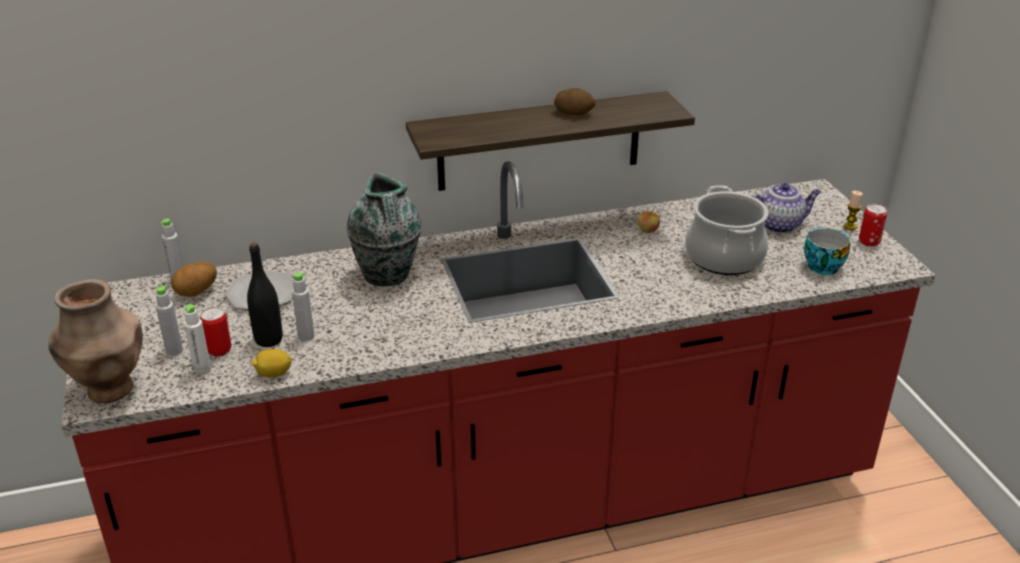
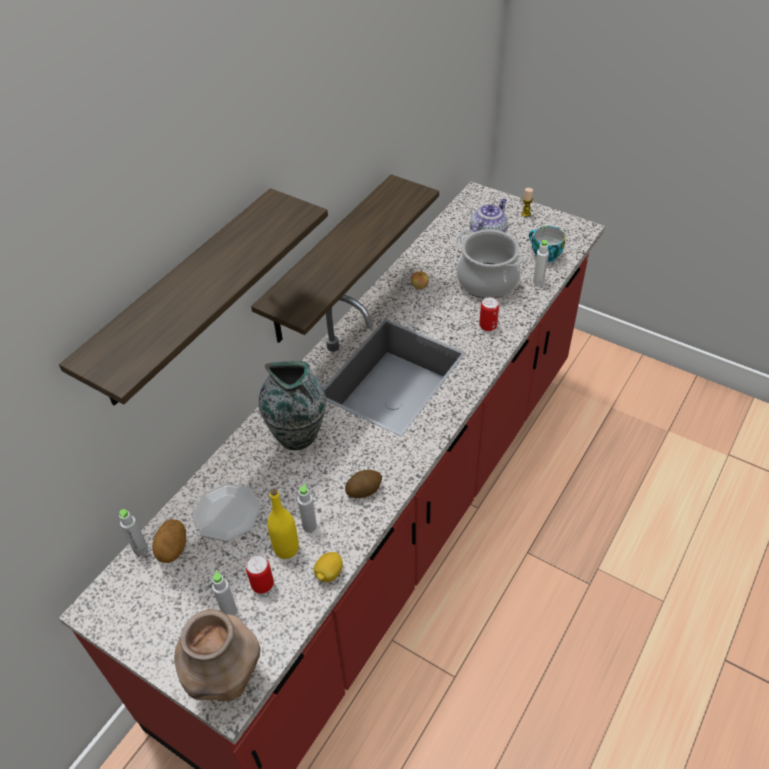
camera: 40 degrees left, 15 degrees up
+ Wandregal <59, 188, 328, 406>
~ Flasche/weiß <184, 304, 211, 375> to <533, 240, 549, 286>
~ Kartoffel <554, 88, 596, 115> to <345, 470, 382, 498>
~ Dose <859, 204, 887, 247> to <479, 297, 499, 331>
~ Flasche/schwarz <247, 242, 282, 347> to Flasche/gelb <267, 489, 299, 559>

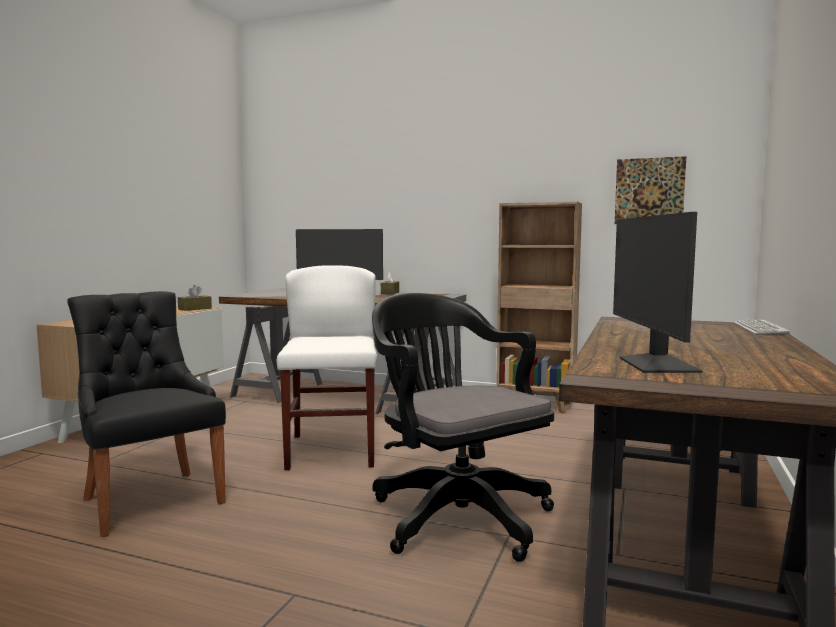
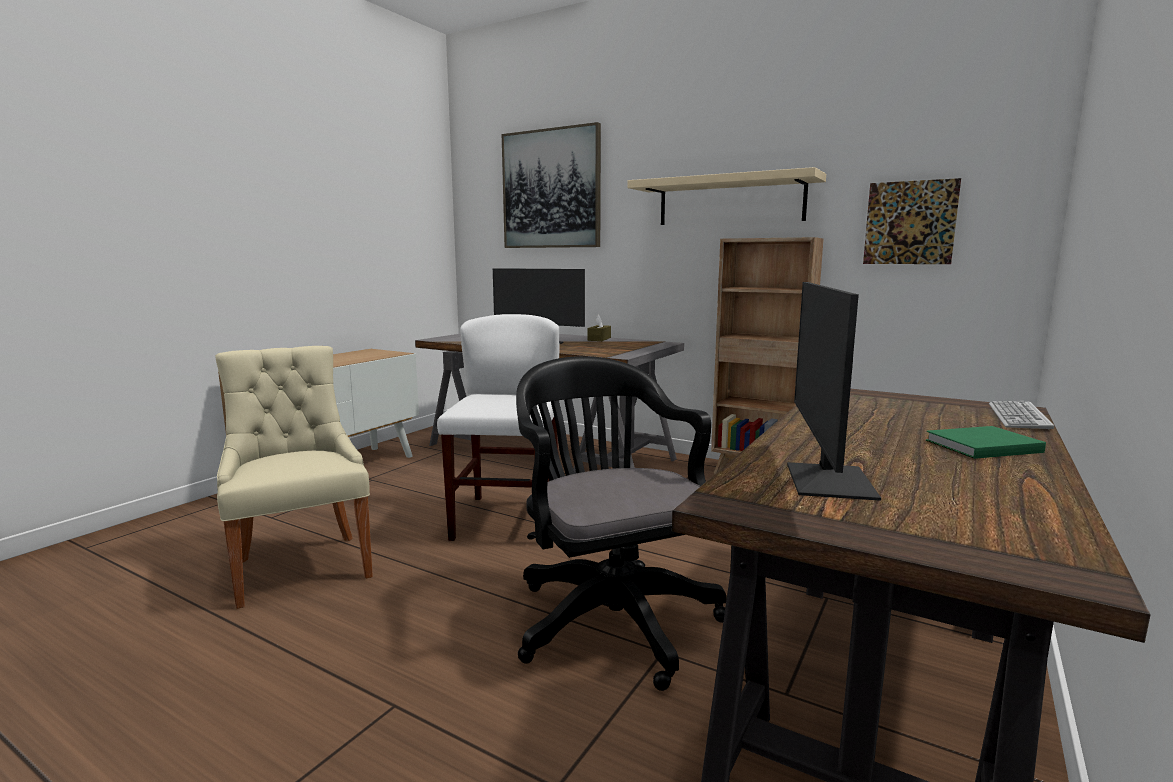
camera: 10 degrees right, 5 degrees up
- Taschentuchbox/braun <178, 285, 212, 311>
+ Bild <502, 122, 601, 248>
+ Wandregal/beige <627, 167, 826, 225>
+ Buch/grün <926, 426, 1046, 459>
~ Stuhl/schwarz <67, 291, 226, 537> to Stuhl/beige <215, 346, 373, 609>

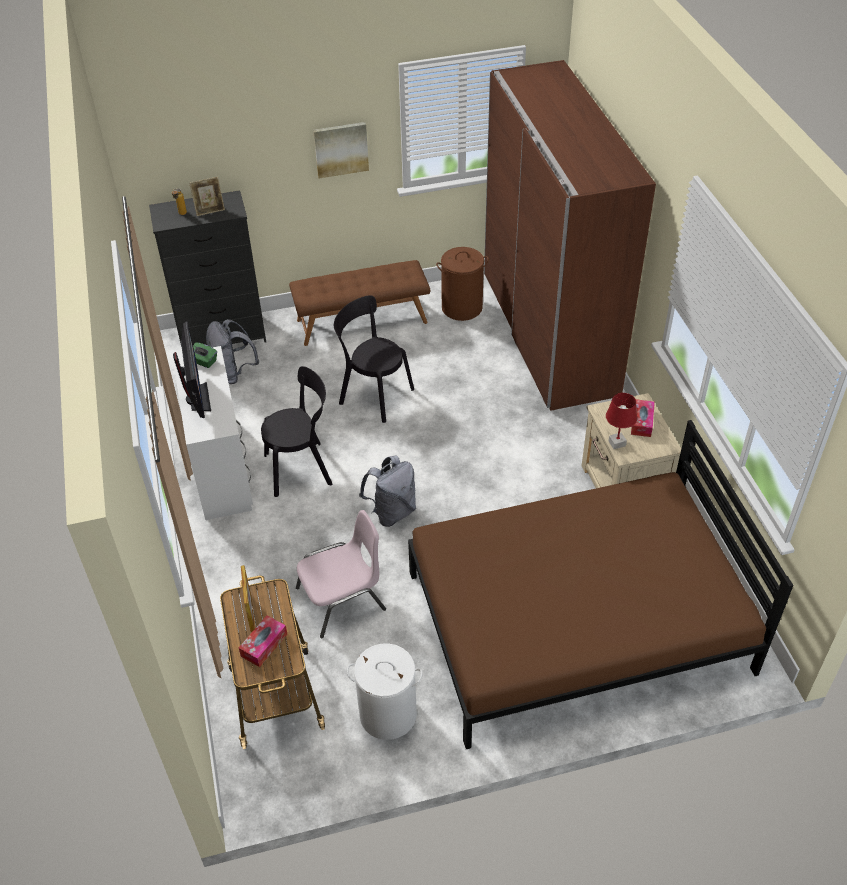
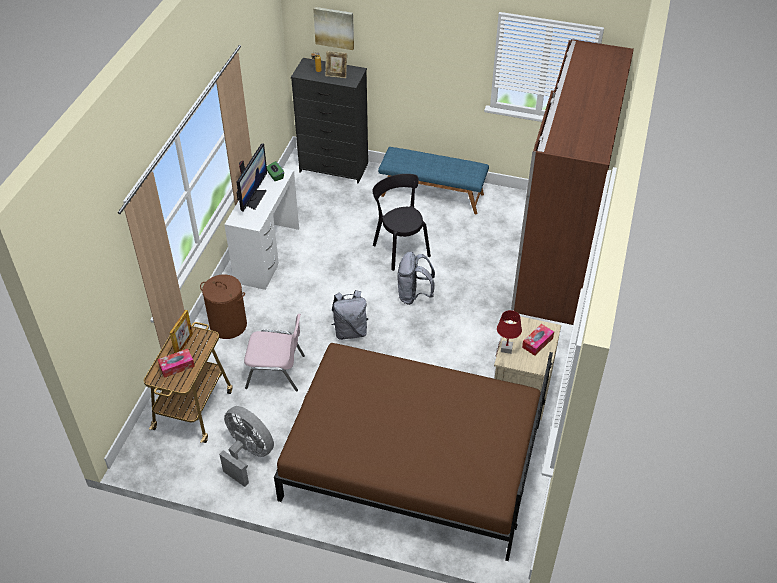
camera: 30 degrees right, 0 degrees up
- Stuhl/schwarz <261, 366, 333, 497>
~ Rucksack/grau <206, 319, 259, 384> to <397, 251, 435, 305>
~ Bild <313, 122, 369, 178> to <313, 7, 354, 50>
~ Wäschekorb/braun <436, 247, 489, 321> to <200, 274, 247, 339>
~ Wäschekorb/weiß <347, 643, 422, 740> to Ventilator/grau <219, 406, 274, 487>
~ Bank/braun <289, 260, 430, 346> to Bank/blau <378, 147, 489, 215>

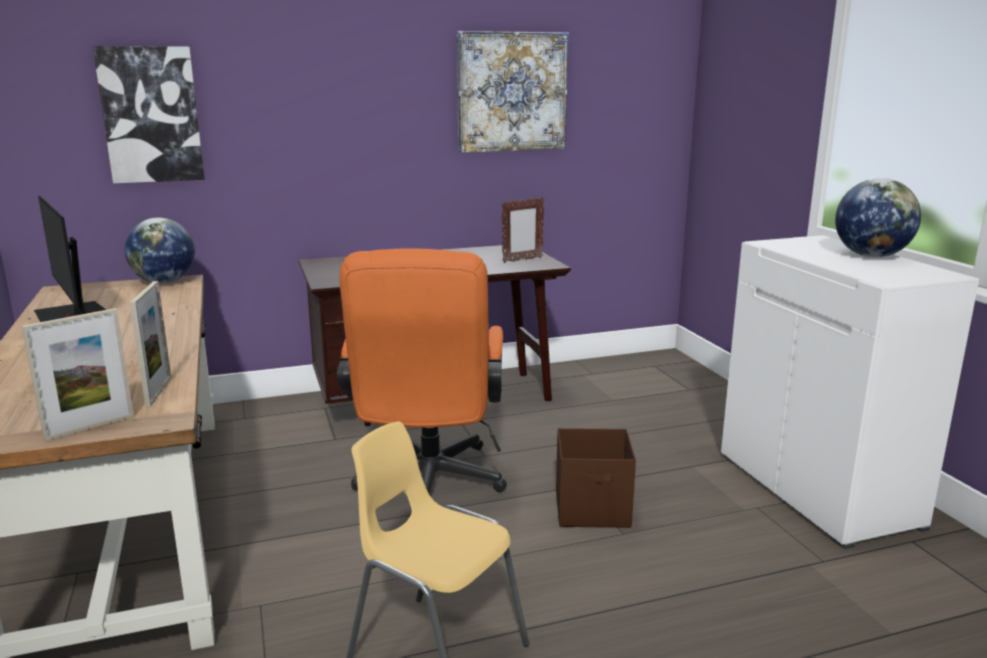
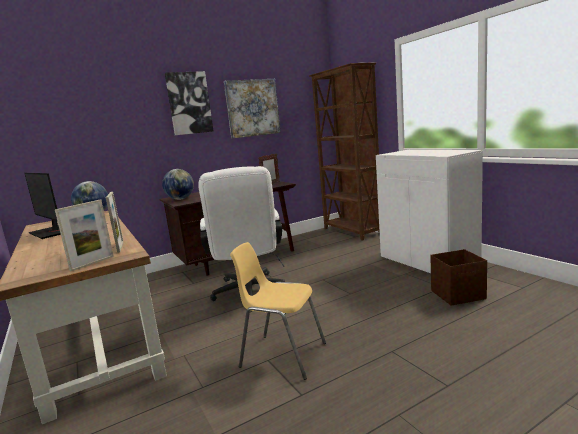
camera: 10 degrees left, 5 degrees down
+ Bücherregal/braun <309, 62, 380, 241>
~ Bild <93, 46, 205, 183> to <165, 71, 214, 135>
~ Aufbewahrungsbox/braun <556, 428, 636, 528> to <430, 249, 487, 305>
~ Globus <835, 178, 921, 257> to <162, 169, 194, 200>
~ Bürostuhl/orange <337, 248, 507, 495> to Bürostuhl/weiß <198, 166, 285, 301>

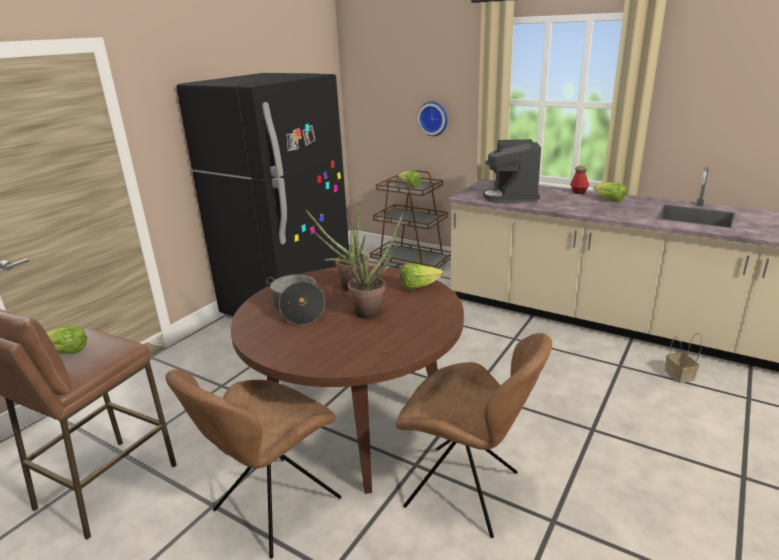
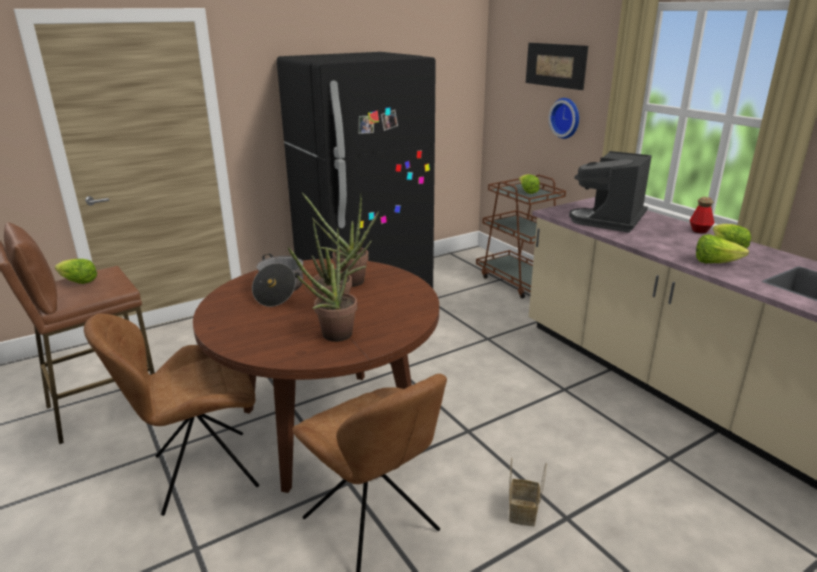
camera: 25 degrees right, 0 degrees up
+ Topfpflanze <288, 228, 357, 342>
+ Bild <526, 43, 588, 90>
~ Salatkopf <400, 263, 443, 290> to <696, 234, 749, 263>
~ Korb <665, 333, 702, 383> to <509, 458, 547, 526>

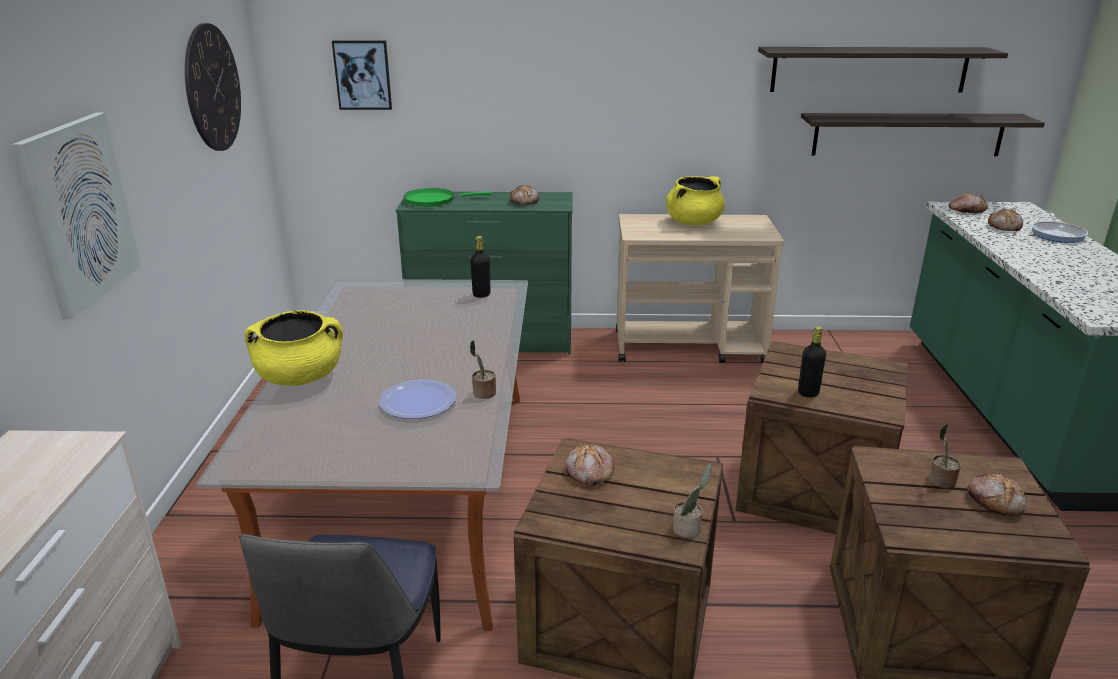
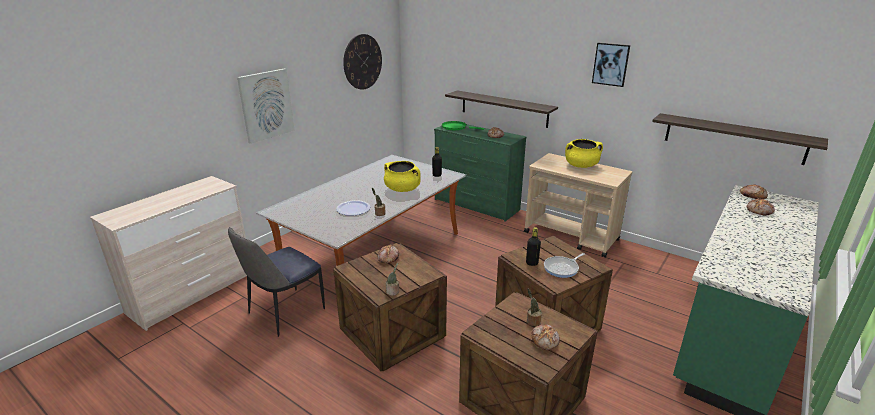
camera: 35 degrees right, 0 degrees up
~ Kochtopf/gelb <245, 310, 343, 386> to <384, 161, 421, 192>
~ Bild <332, 41, 392, 110> to <592, 43, 630, 87>
~ Wandregal <758, 47, 1008, 93> to <445, 90, 558, 128>
~ Pfanne <1032, 213, 1088, 243> to <544, 253, 585, 278>

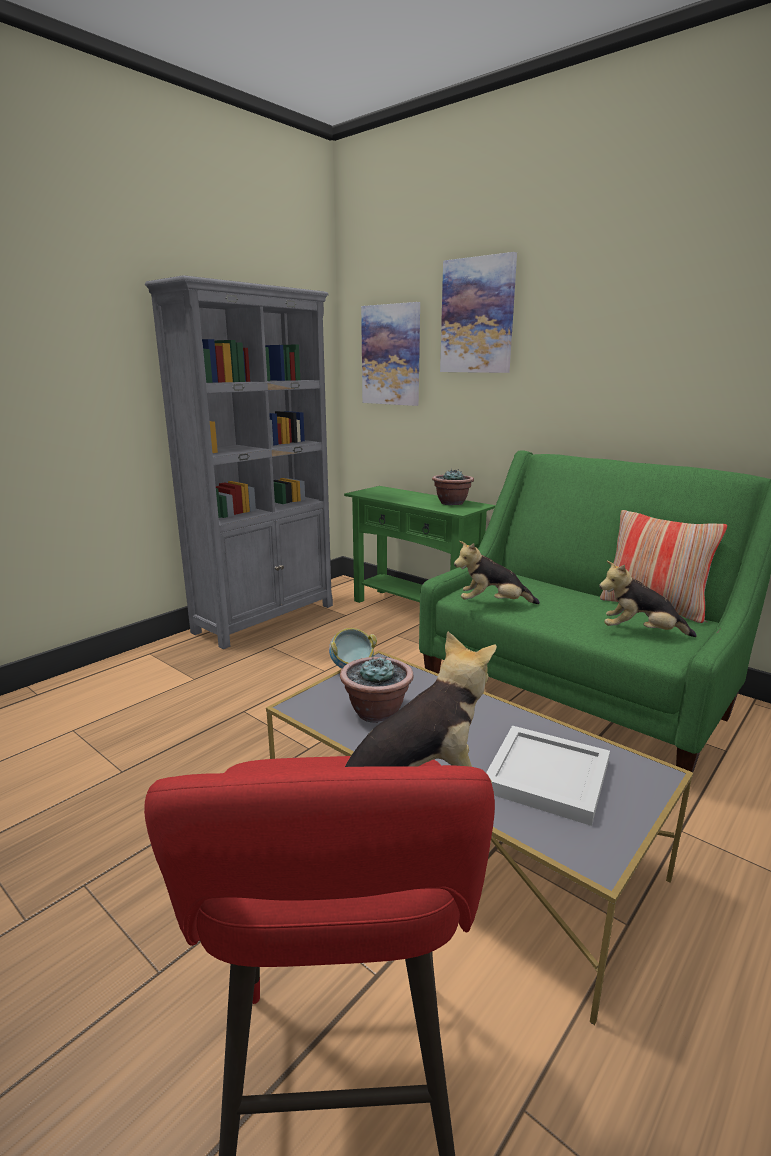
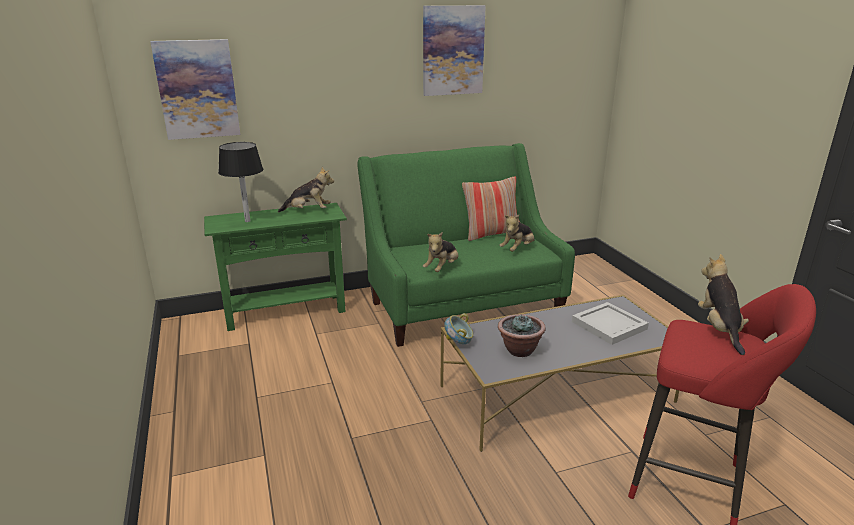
camera: 60 degrees left, 5 degrees up
- Bücherregal/grau <145, 275, 333, 649>
+ Tischlampe/schwarz <218, 142, 263, 222>
~ Bild <440, 252, 517, 373> to <423, 5, 486, 96>
~ Topfpflanze <432, 469, 474, 505> to Plüschtier <278, 167, 334, 212>

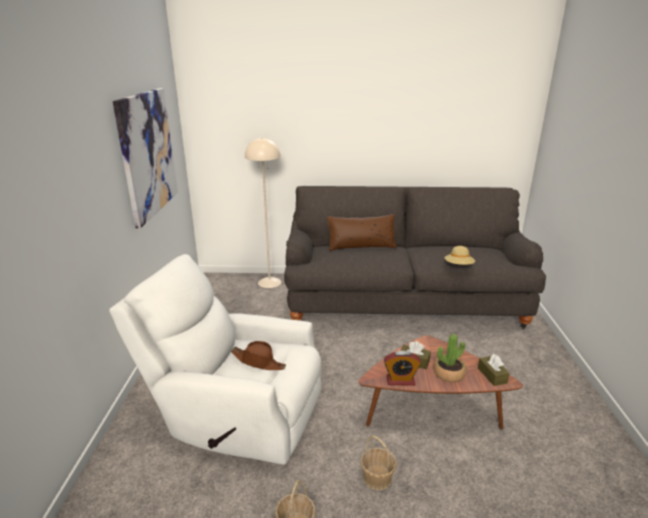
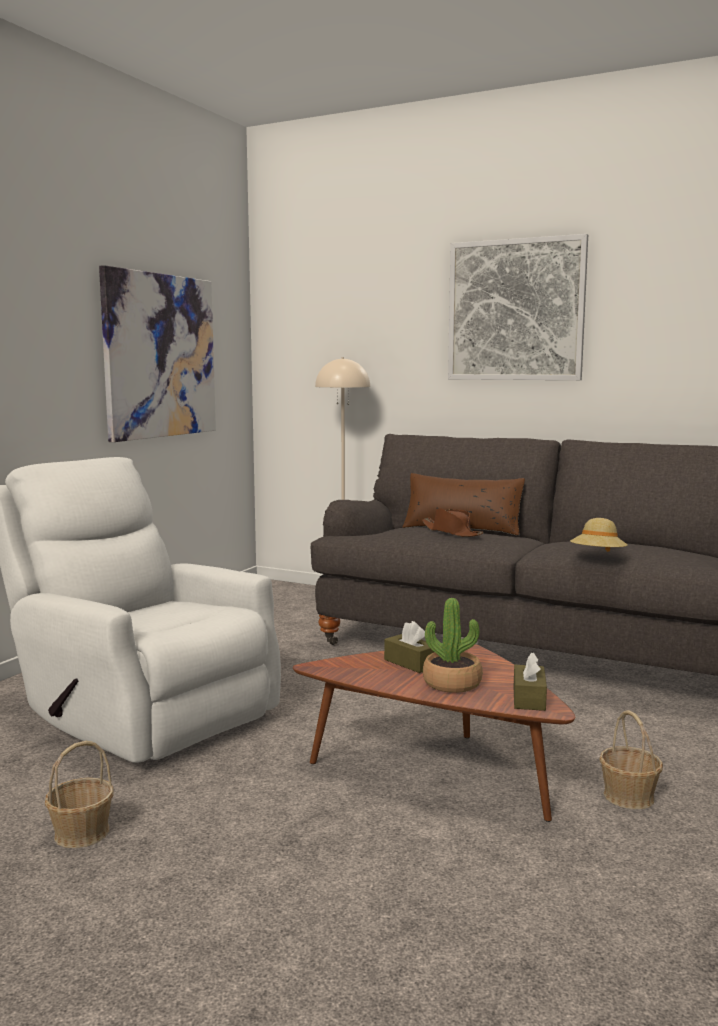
camera: 25 degrees right, 15 degrees down
- Wecker <384, 351, 421, 386>
+ Bild <448, 234, 588, 380>
~ Hut/braun <231, 341, 286, 370> to <422, 508, 483, 537>
~ Korb <361, 435, 397, 490> to <599, 710, 663, 809>

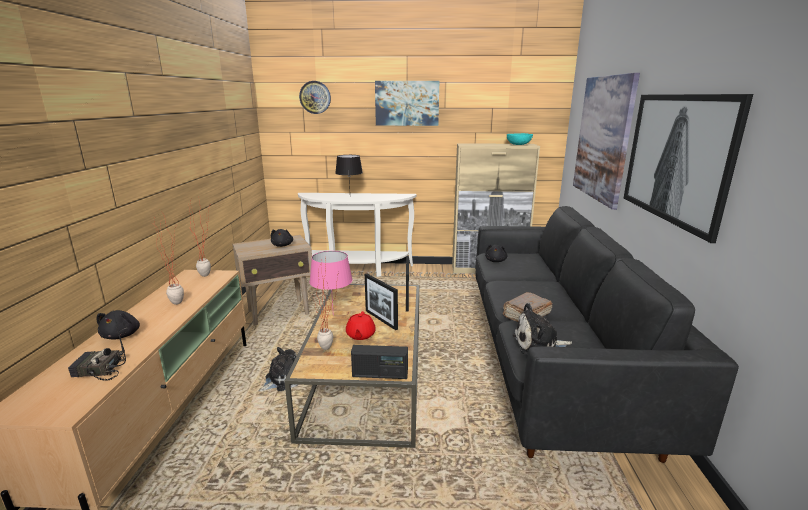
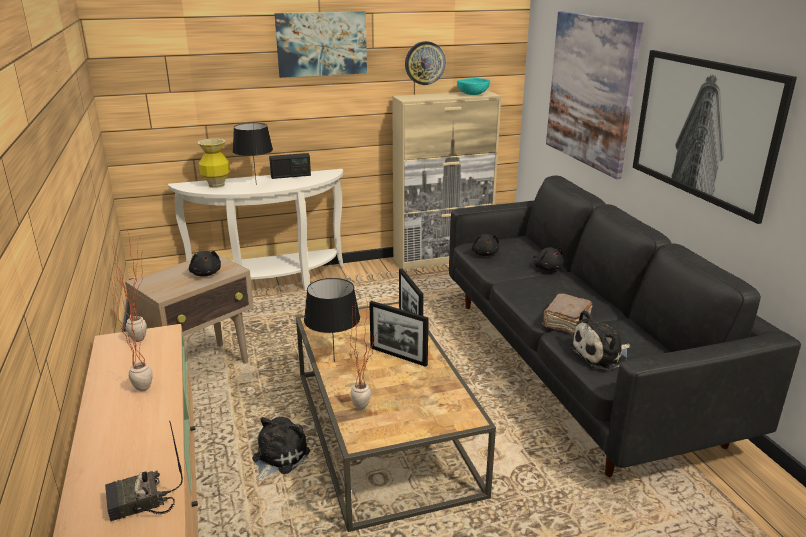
camera: 20 degrees left, 5 degrees up
- Teekanne/rot <346, 311, 376, 340>
+ Vase <197, 139, 230, 188>
~ Plüschtier/schwarz <97, 310, 140, 340> to <533, 247, 564, 271>
~ Wanduhr <299, 81, 331, 114> to <405, 41, 446, 85>
~ Radio <351, 345, 408, 379> to <269, 153, 311, 179>
~ Tischlampe/rosa <309, 251, 353, 315> to Tischlampe/schwarz <304, 278, 360, 362>

